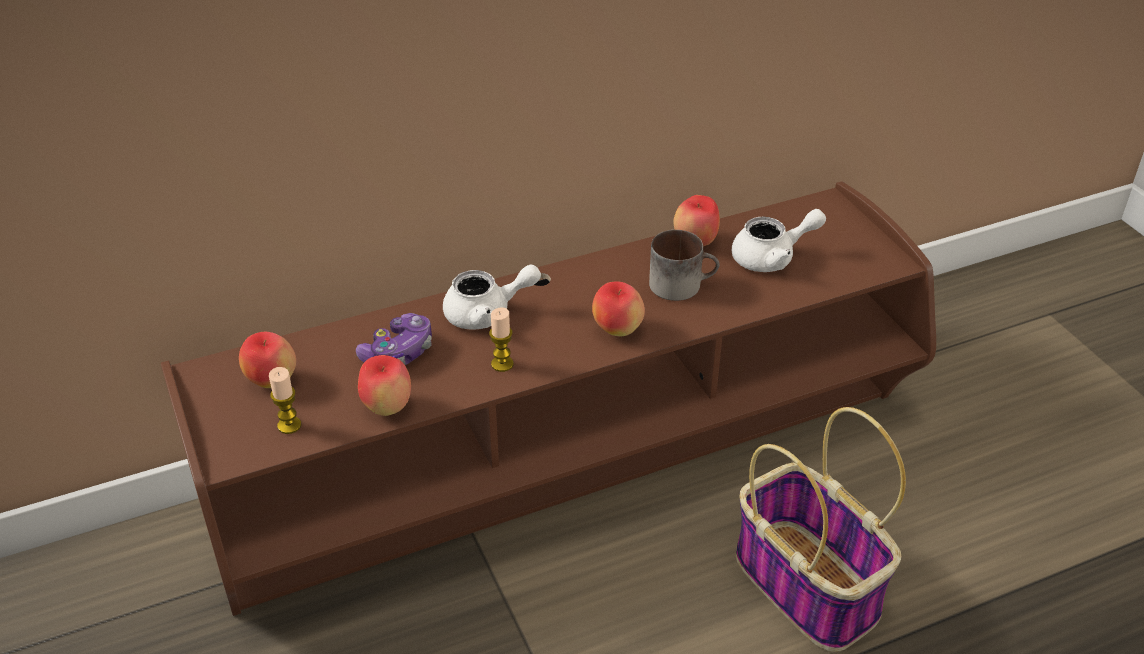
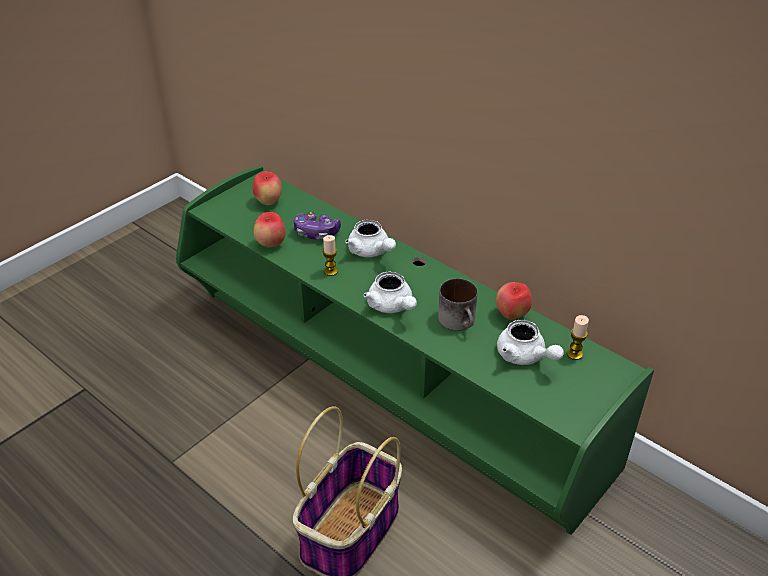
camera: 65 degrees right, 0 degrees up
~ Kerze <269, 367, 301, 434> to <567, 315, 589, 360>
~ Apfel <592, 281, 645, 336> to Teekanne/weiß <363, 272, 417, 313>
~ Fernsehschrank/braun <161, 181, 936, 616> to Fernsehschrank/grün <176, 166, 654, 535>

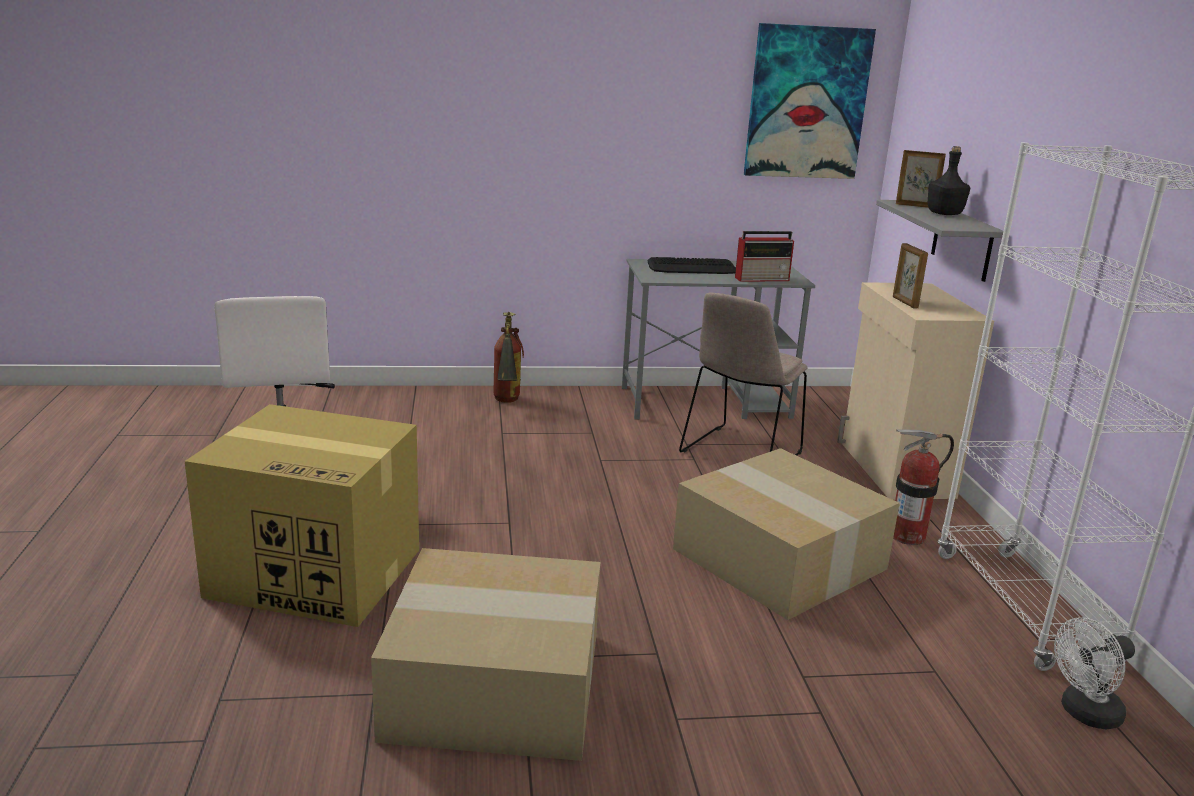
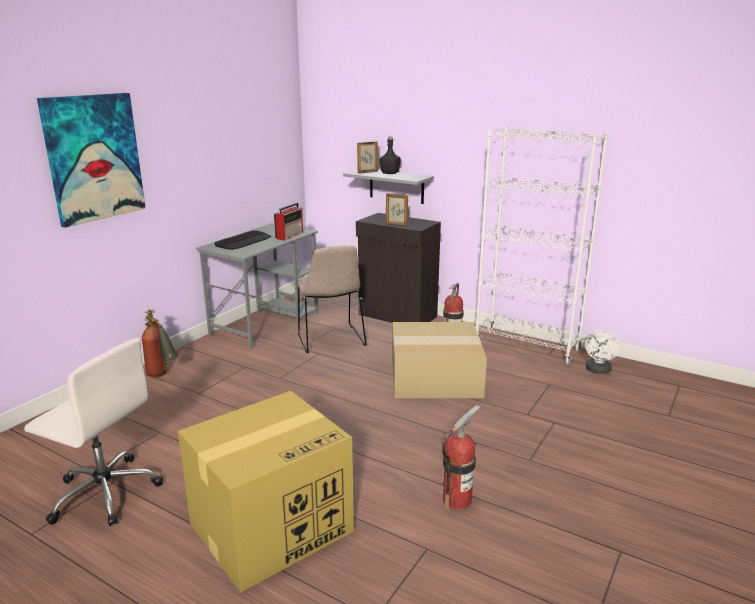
camera: 50 degrees left, 0 degrees up
~ Bild <744, 23, 876, 179> to <37, 93, 146, 228>
~ Karton <371, 548, 601, 761> to Feuerlöscher <442, 405, 481, 510>
~ Schrank/beige <837, 282, 994, 500> to Schrank/schwarz <356, 213, 441, 323>

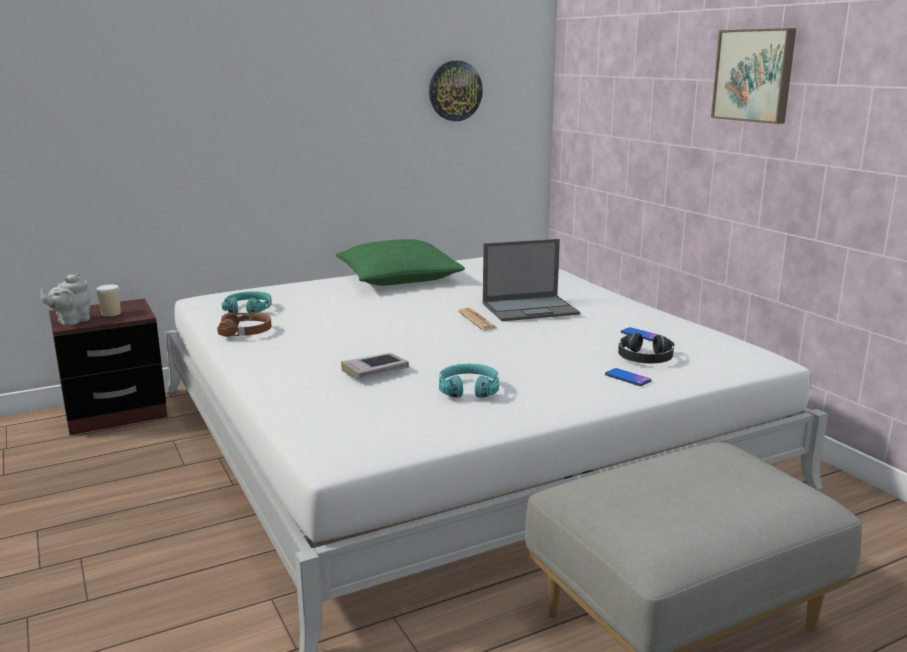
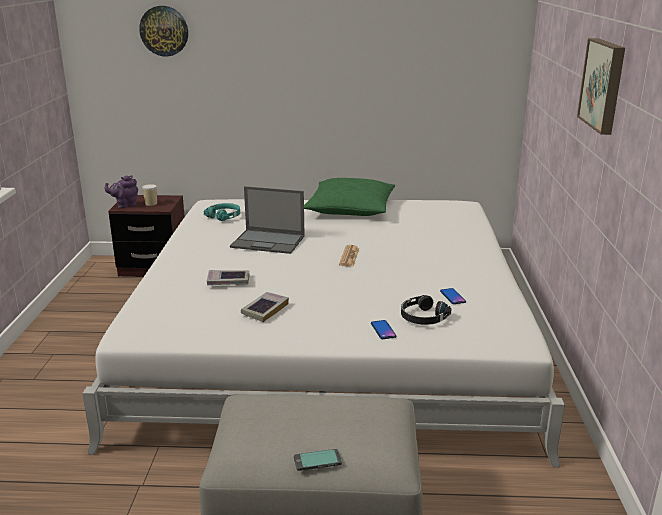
camera: 30 degrees right, 5 degrees up
- Kopfhörer/braun <217, 312, 272, 337>
+ Handy <294, 449, 342, 471>
~ Wanduhr <429, 61, 483, 121> to <139, 6, 188, 57>
~ Laptop <483, 239, 580, 321> to <230, 186, 305, 254>
~ Kopfhörer/türkis <439, 364, 499, 398> to Buch <241, 292, 289, 322>
~ Teekanne/grau <41, 273, 90, 326> to Teekanne/lila <104, 175, 138, 208>

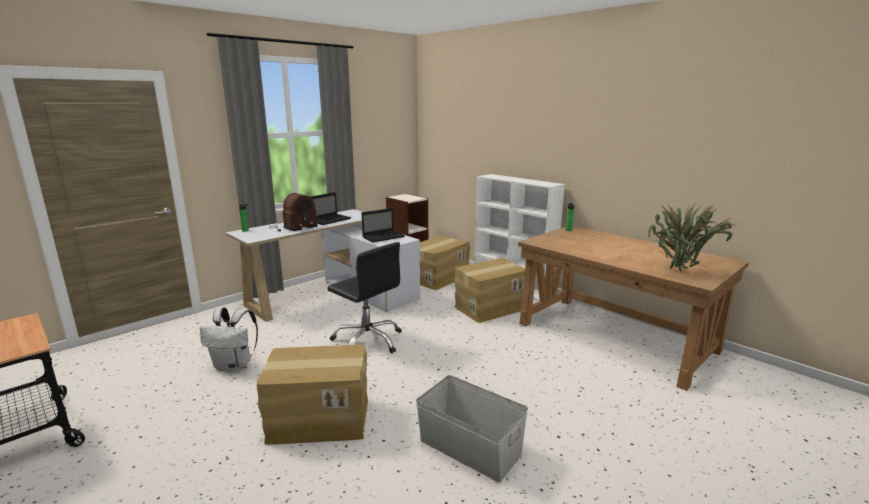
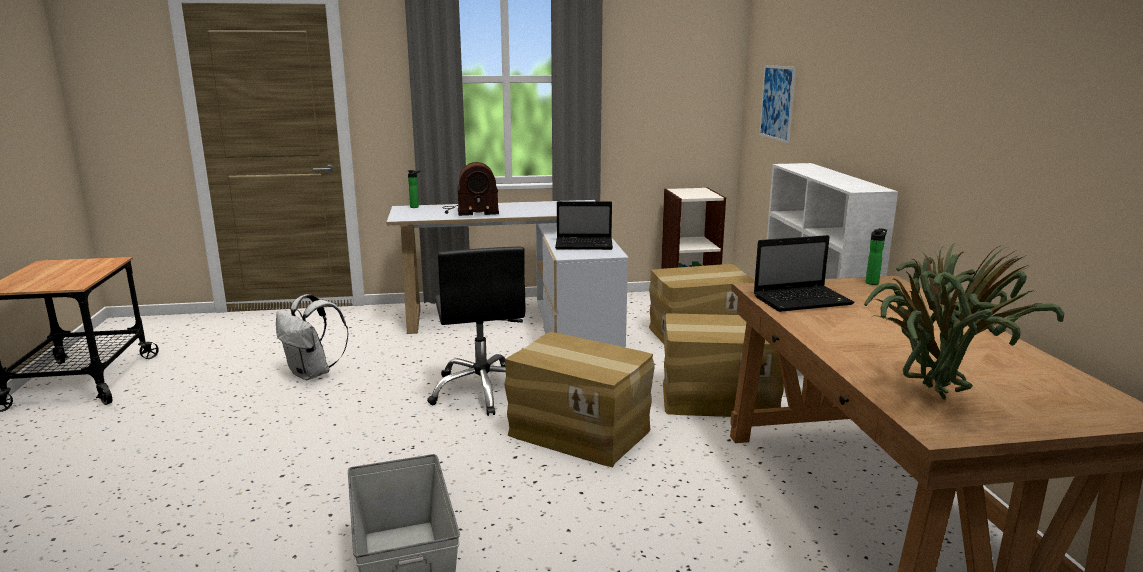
camera: 35 degrees right, 0 degrees up
+ Bild <759, 65, 796, 143>
~ Karton <257, 345, 368, 445> to <504, 332, 655, 468>
~ Laptop <310, 192, 351, 225> to <754, 235, 855, 312>

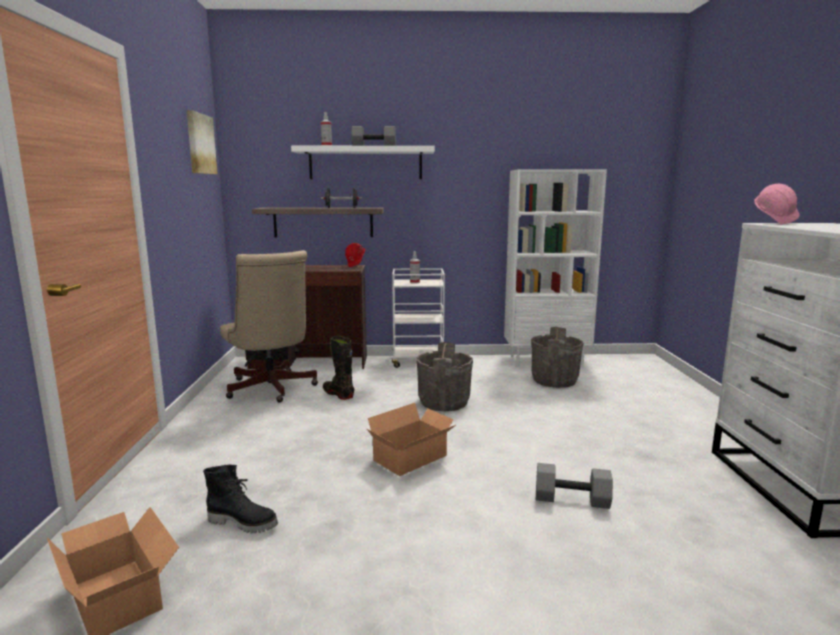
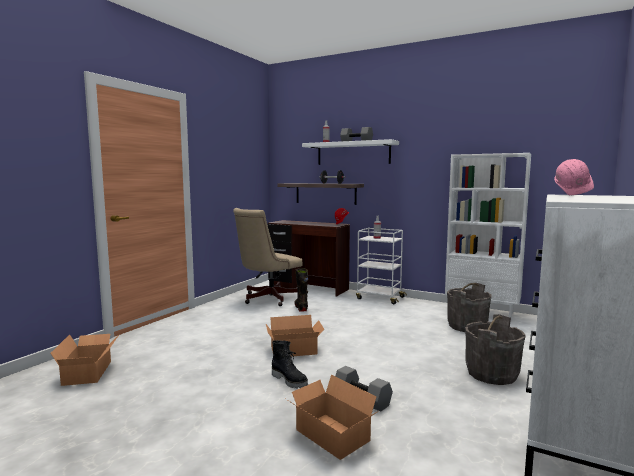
camera: 30 degrees right, 5 degrees down
- Bild <187, 110, 218, 174>
+ Karton <286, 375, 378, 460>
~ Stiefel/schwarz <203, 465, 278, 533> to <272, 340, 308, 388>
~ Eimer/grau <416, 342, 473, 411> to <465, 314, 526, 385>
~ Bürostuhl/beige <220, 250, 318, 402> = <233, 208, 302, 306> 45 degrees clockwise

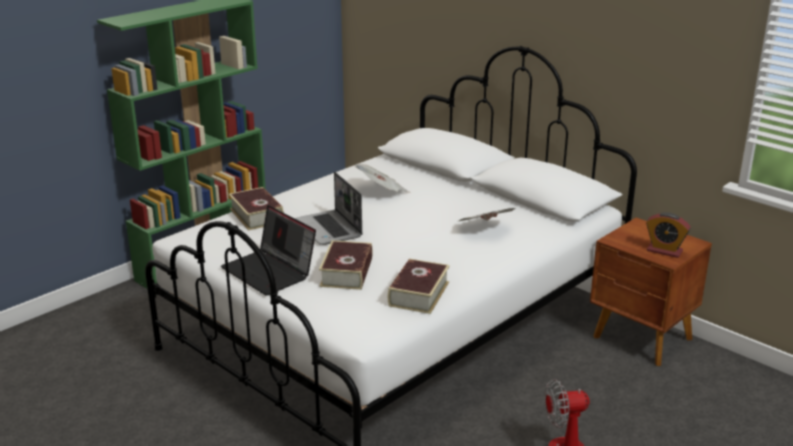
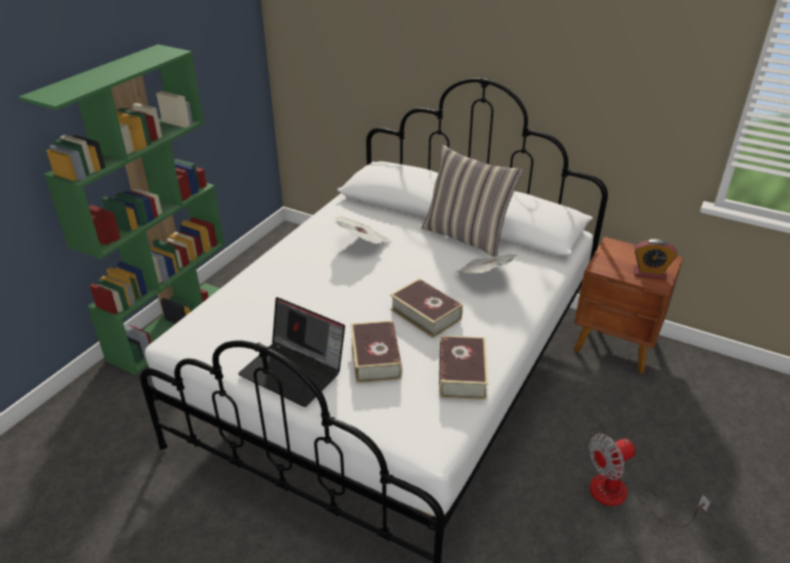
camera: 15 degrees left, 10 degrees up
- Laptop <296, 172, 362, 245>
+ Kissen <421, 145, 523, 257>
~ Buch <229, 187, 284, 230> to <390, 279, 463, 338>

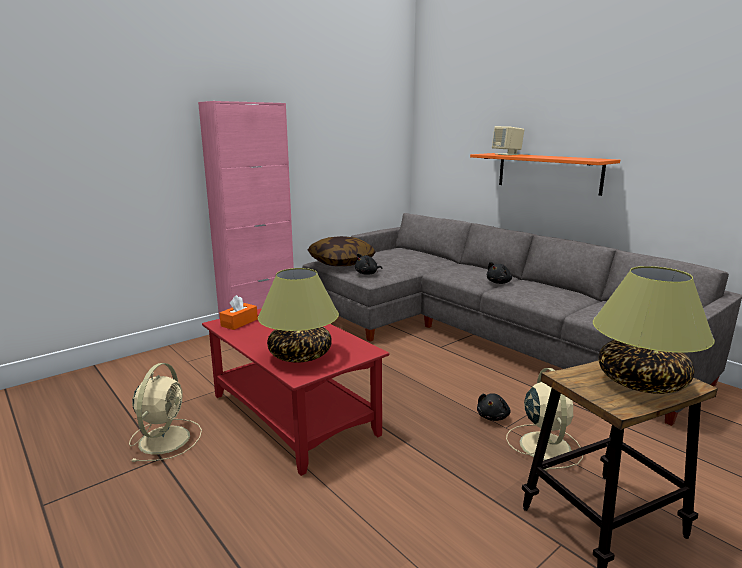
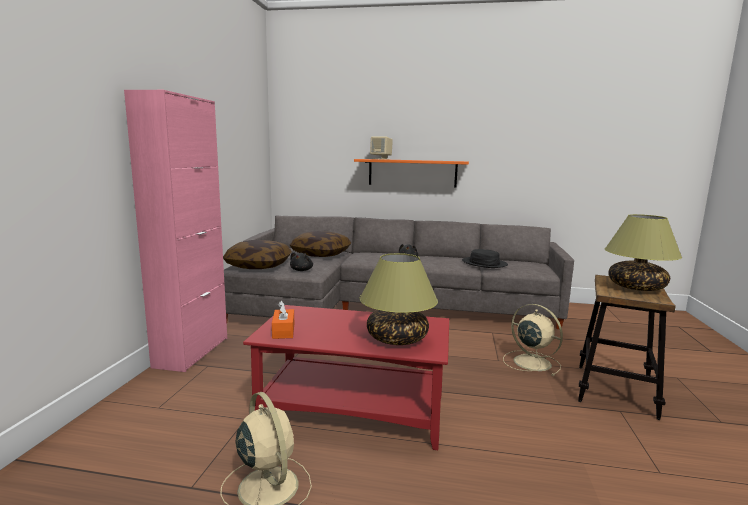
camera: 40 degrees left, 5 degrees down
- Plüschtier/schwarz <477, 393, 510, 421>
+ Kissen <290, 231, 351, 257>
+ Hut/schwarz <462, 249, 508, 268>

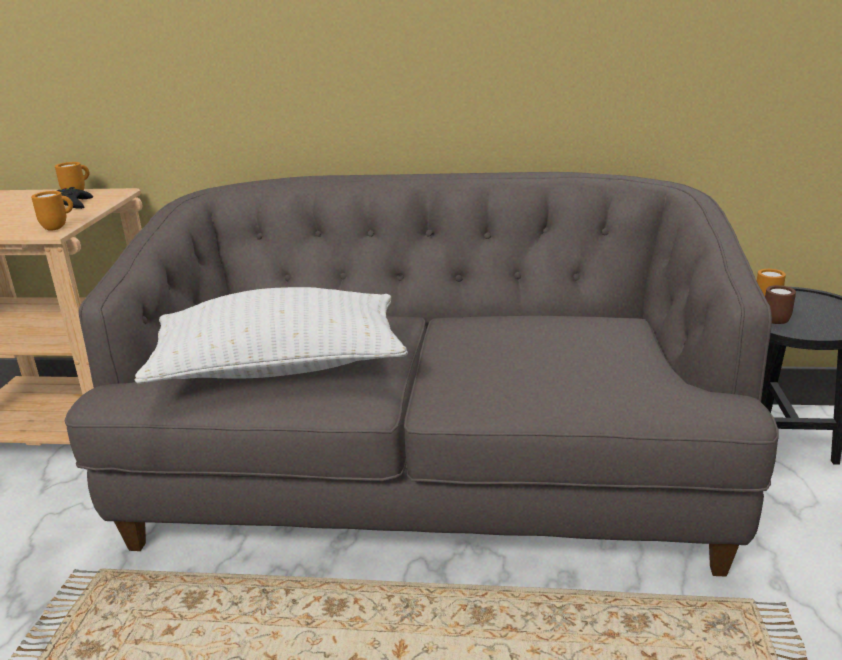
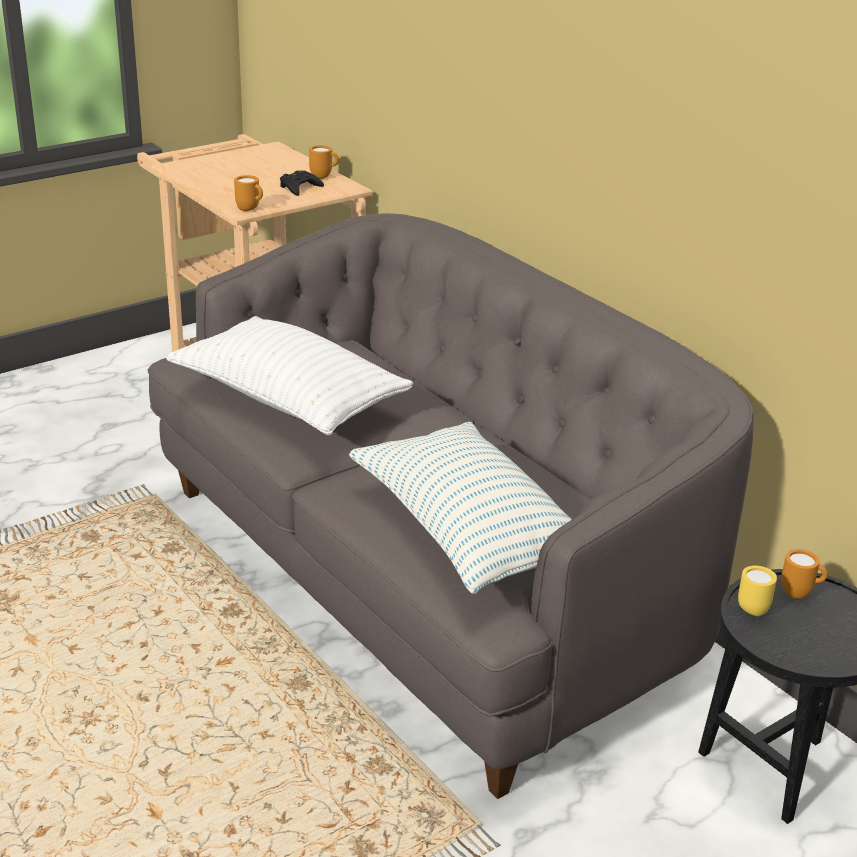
camera: 45 degrees right, 5 degrees up
+ Kissen <349, 422, 572, 594>
~ Henkelbecher/braun <765, 285, 796, 324> to Henkelbecher/gelb <738, 566, 777, 616>

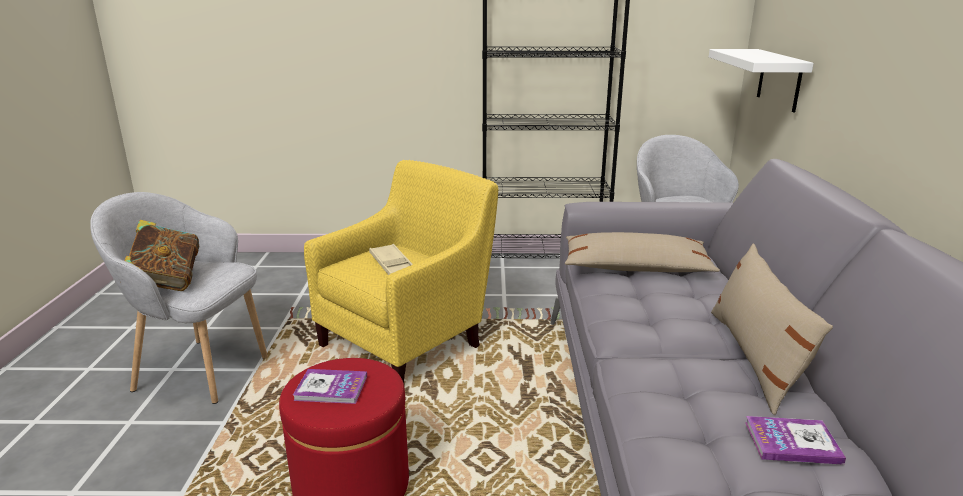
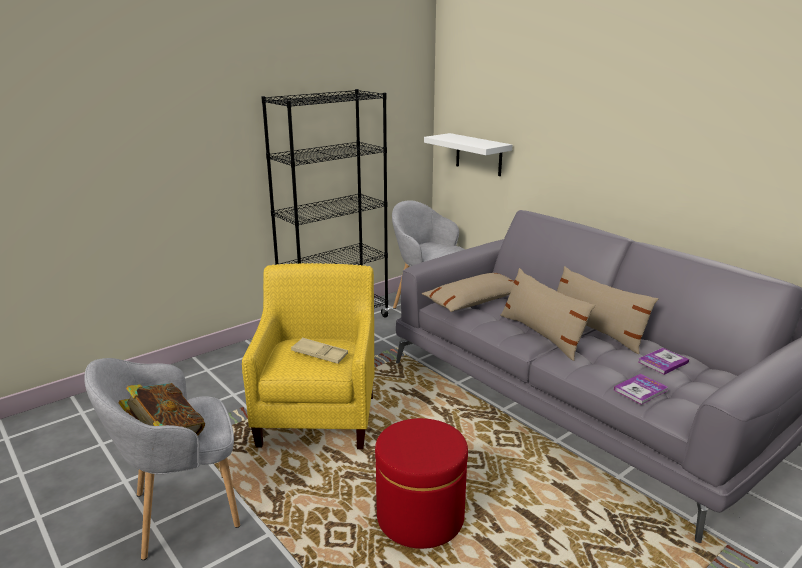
camera: 40 degrees left, 0 degrees up
+ Kissen/beige <500, 268, 595, 361>
~ Buch <293, 369, 367, 404> to <614, 374, 668, 405>

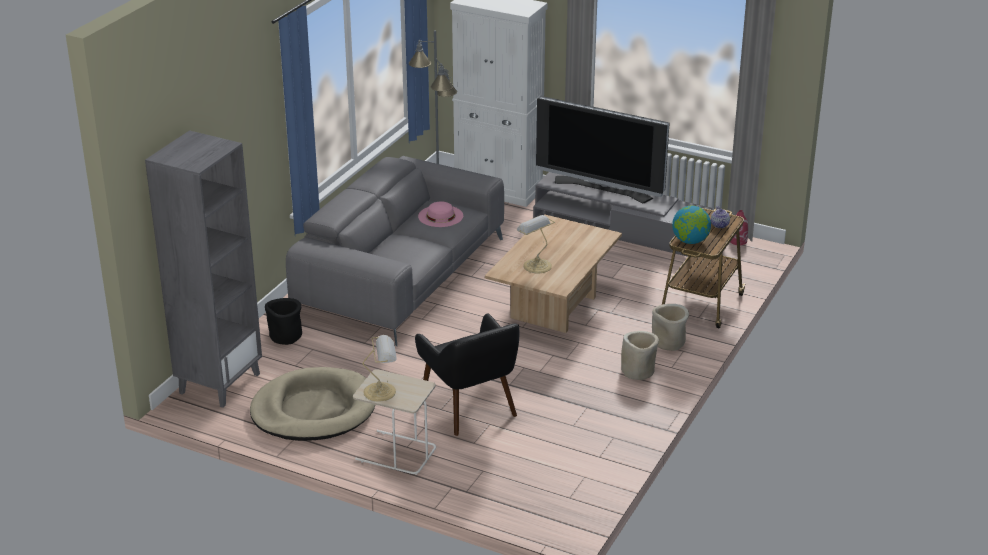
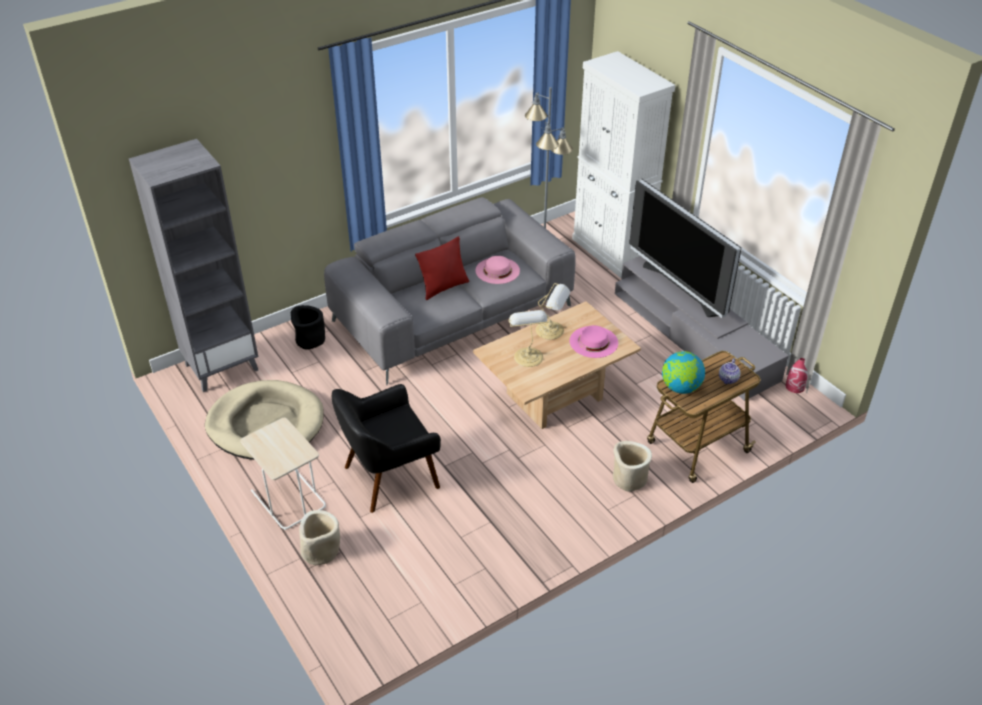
camera: 30 degrees right, 10 degrees up
+ Kissen/rot <415, 236, 469, 300>
+ Hut/rosa <570, 325, 618, 358>
~ Tischlampe <363, 335, 397, 401> to <536, 283, 570, 340>
~ Pflanzkübel/beige <621, 331, 659, 380> to <299, 510, 340, 565>
~ Sessel/schwarz <415, 313, 519, 436> = <332, 384, 441, 513> 60 degrees clockwise

